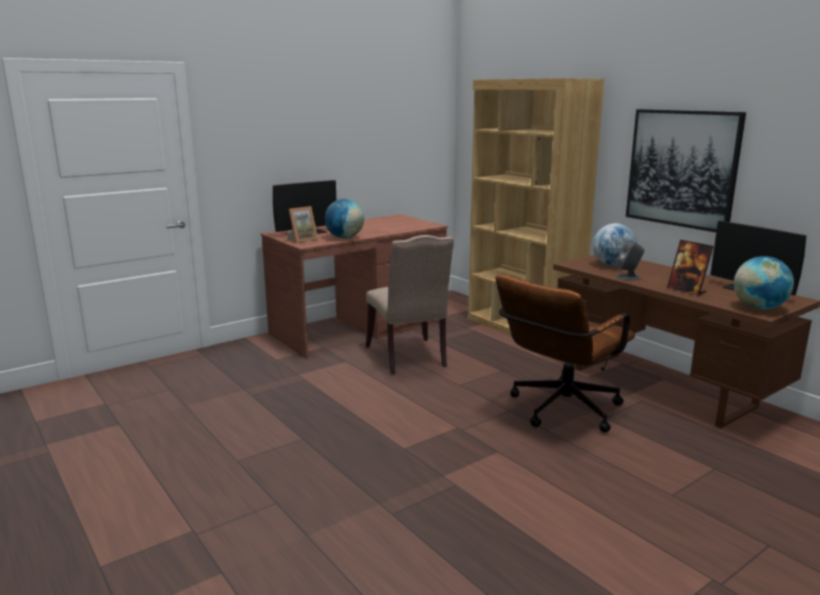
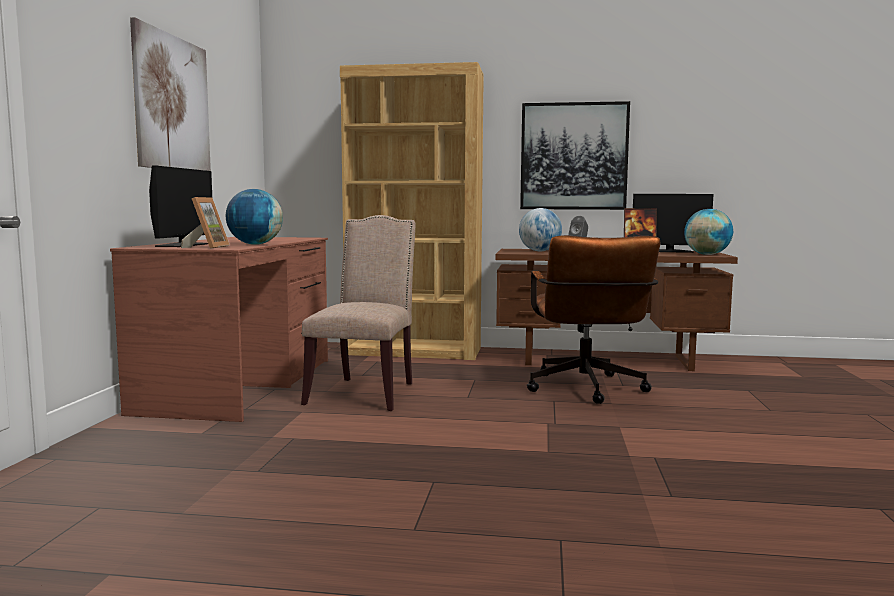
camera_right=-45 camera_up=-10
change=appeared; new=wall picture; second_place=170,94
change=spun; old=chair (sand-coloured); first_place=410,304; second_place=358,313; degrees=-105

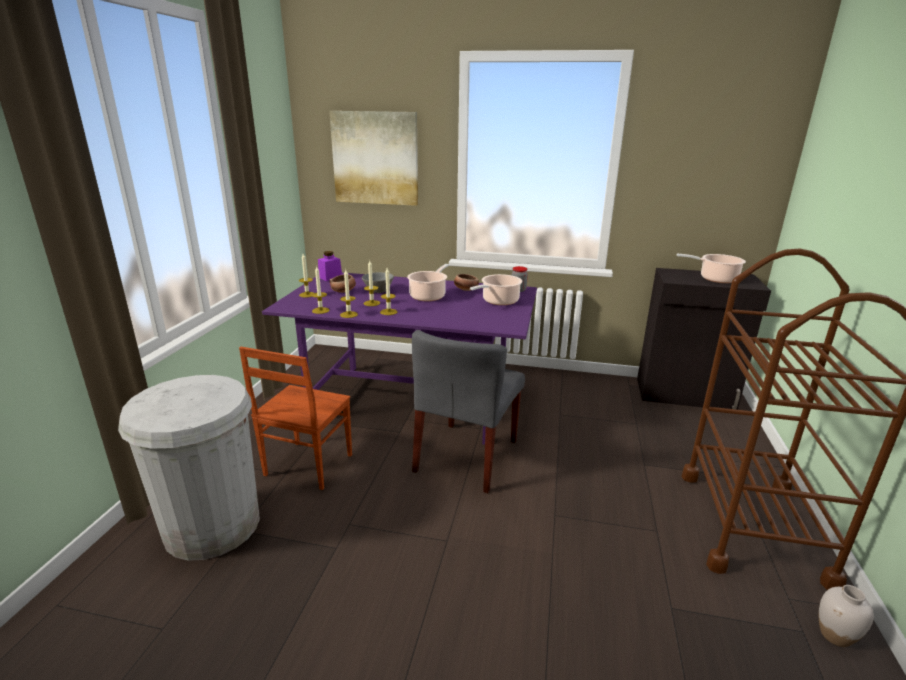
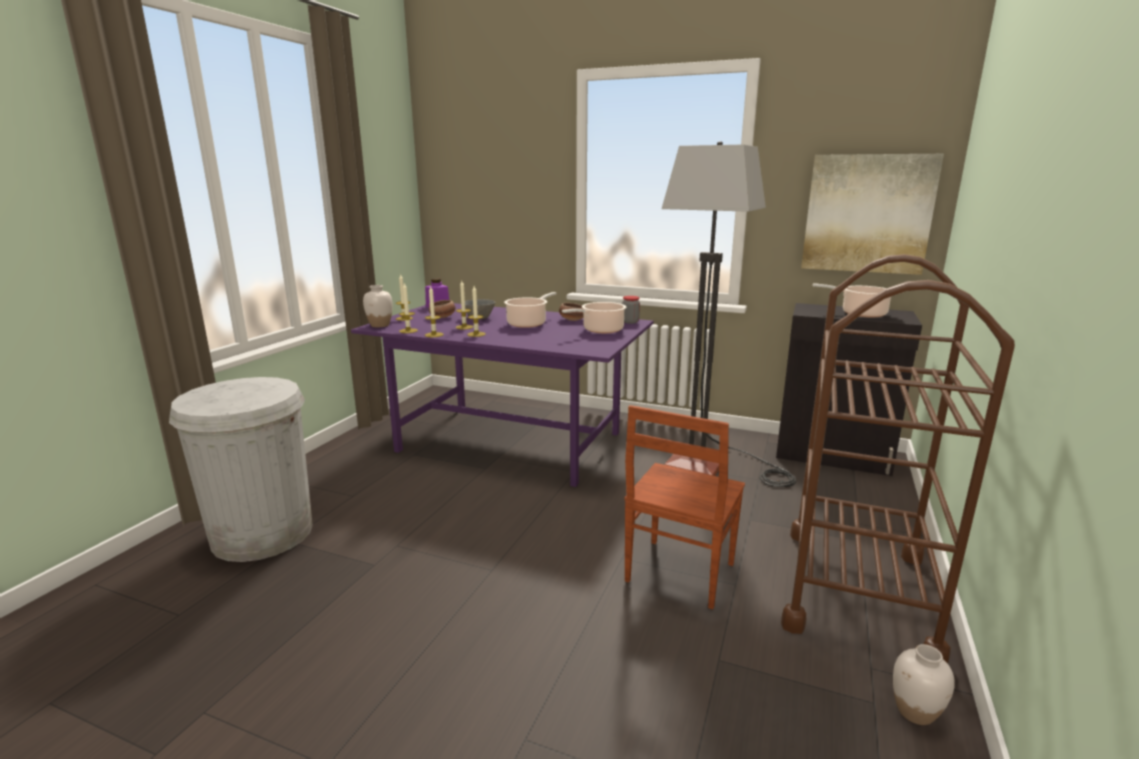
camera_right=10 camera_up=-5
change=missing; old=chair (gray); first_place=468,411
change=appeared; new=flower vase (white-coloured); second_place=378,306
change=appeared; new=standing lamp; second_place=729,314
change=relocated; old=chair (brown-coloured); first_place=295,418; second_place=684,507
change=relocated; old=wall picture; first_place=373,158; second_place=872,214

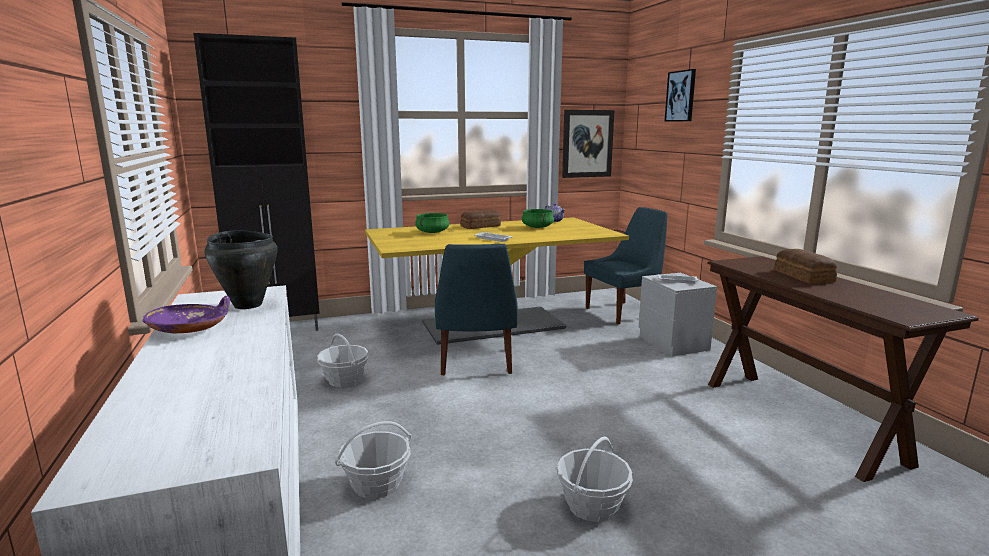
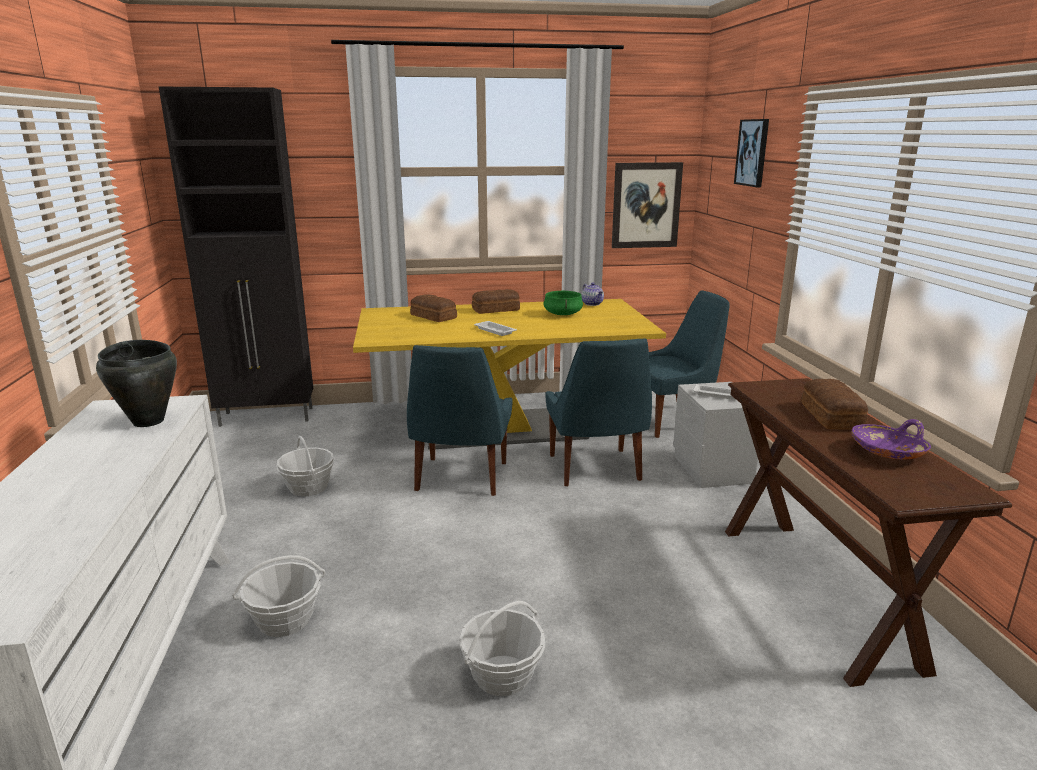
camera_right=10 camera_up=5
change=appeared; new=chair (bluish); second_place=598,412
change=relocated; old=serving bowl (purplish); first_place=186,314; second_place=891,439
change=exchanged; old=cooking pot (green-coloured); new=bakery bread; first_place=432,223; second_place=433,308

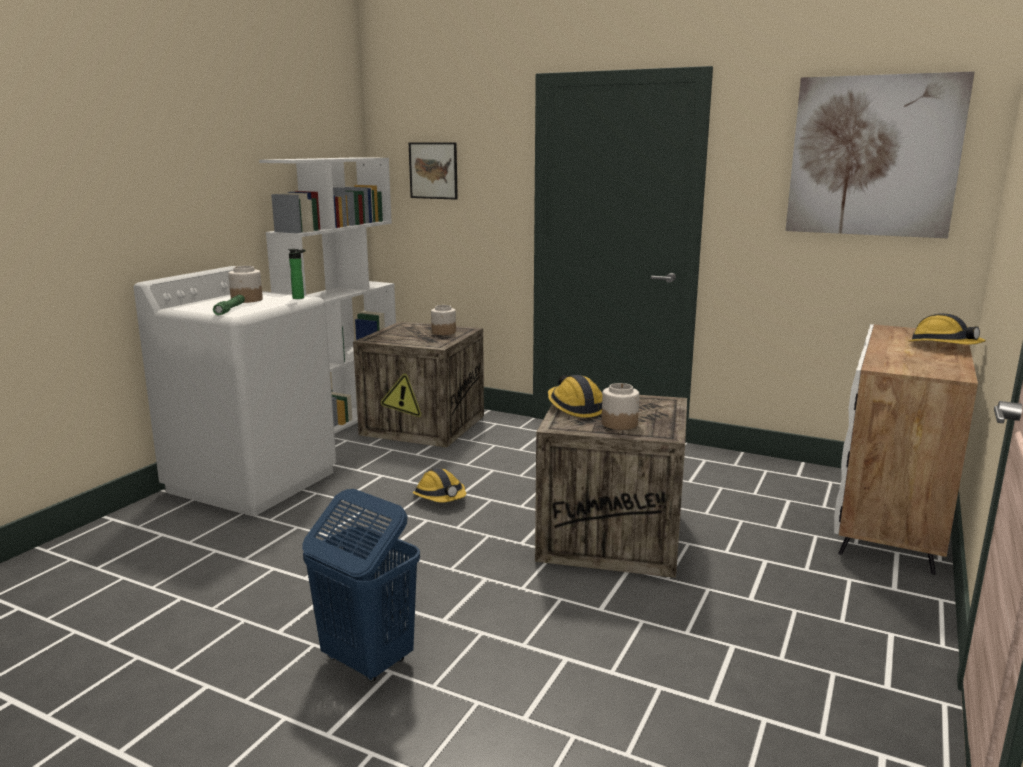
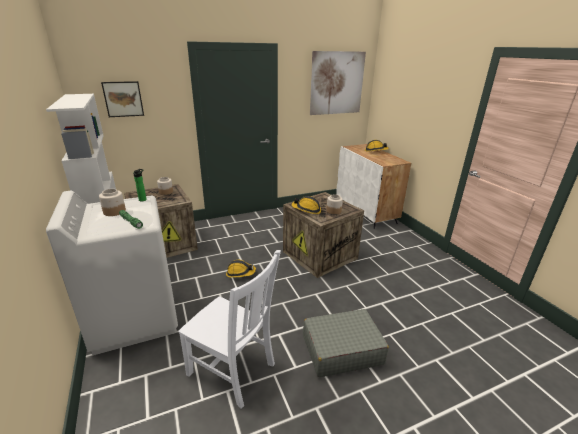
camera_right=-50 camera_up=10
change=appeared; new=chair (white-coloured); second_place=229,329
change=exchanged; old=hamper (bluish); new=piece of luggage (gray); first_place=361,585; second_place=346,343

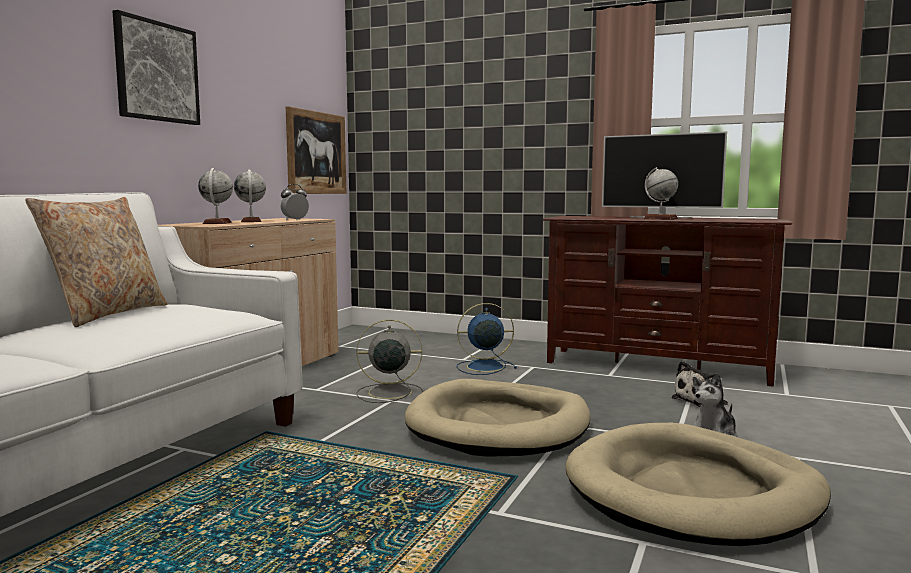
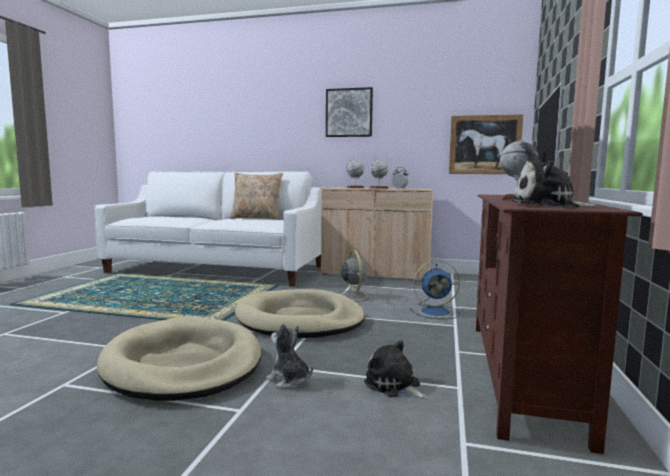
camera_right=80 camera_up=0
change=appeared; new=soft toy; second_place=554,181
change=spun; old=electric fan (bluish); first_place=487,339; second_place=435,290; degrees=105

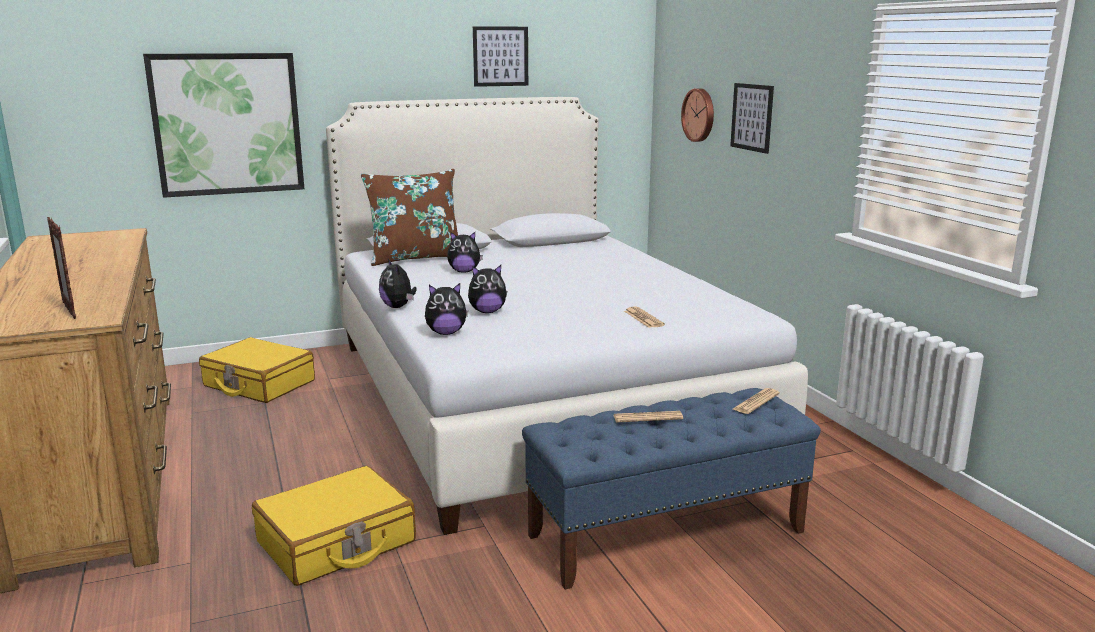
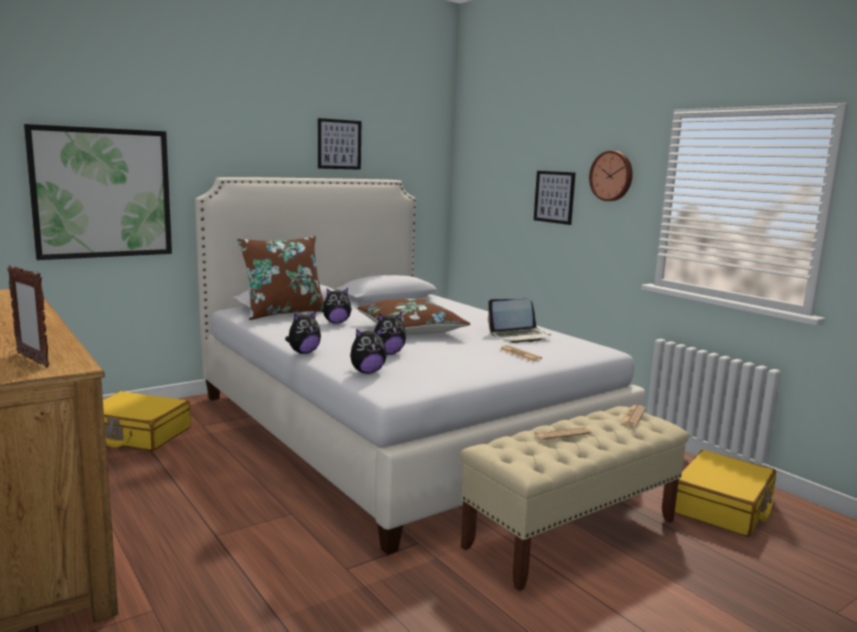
camera_right=-15 camera_up=-5
change=appeared; new=pillow (brown-coloured); second_place=414,317
change=appeared; new=notebook computer; second_place=520,321
change=relocated; old=piece of luggage (yellow); first_place=334,526; second_place=725,493
change=relocated; old=wall clock; first_place=697,115; second_place=611,176
change=colour; old=bench (bluish); new=bench (sand-coloured); first_place=671,489; second_place=574,498
change=spun; old=soft toy; first_place=398,283; second_place=303,332; degrees=-90

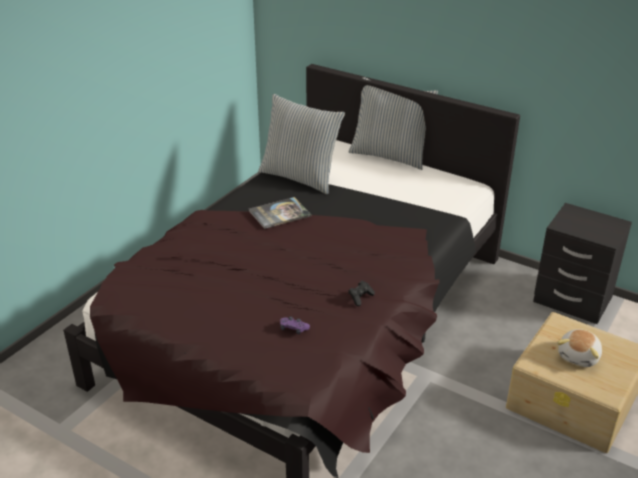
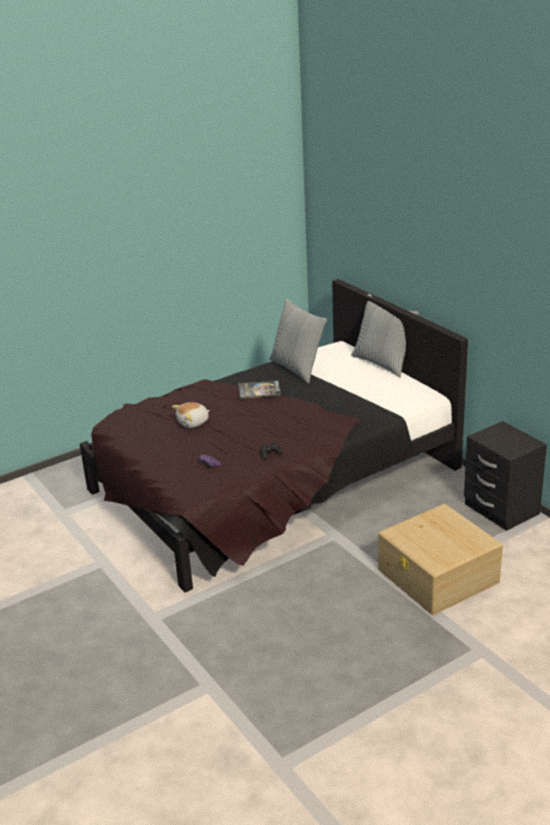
camera_right=25 camera_up=-5
change=relocated; old=soft toy; first_place=579,348; second_place=191,415

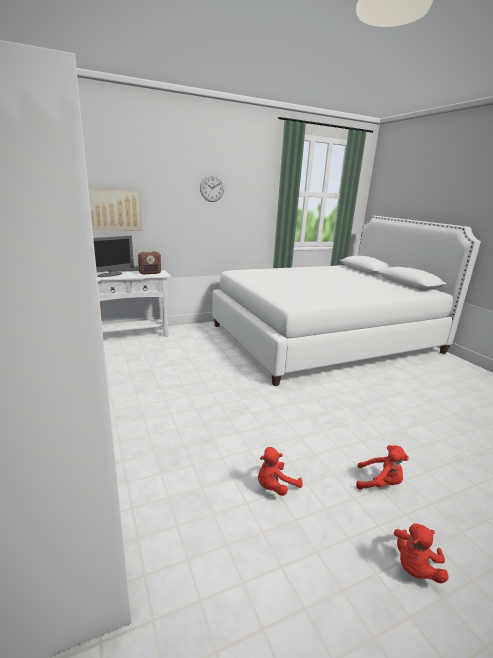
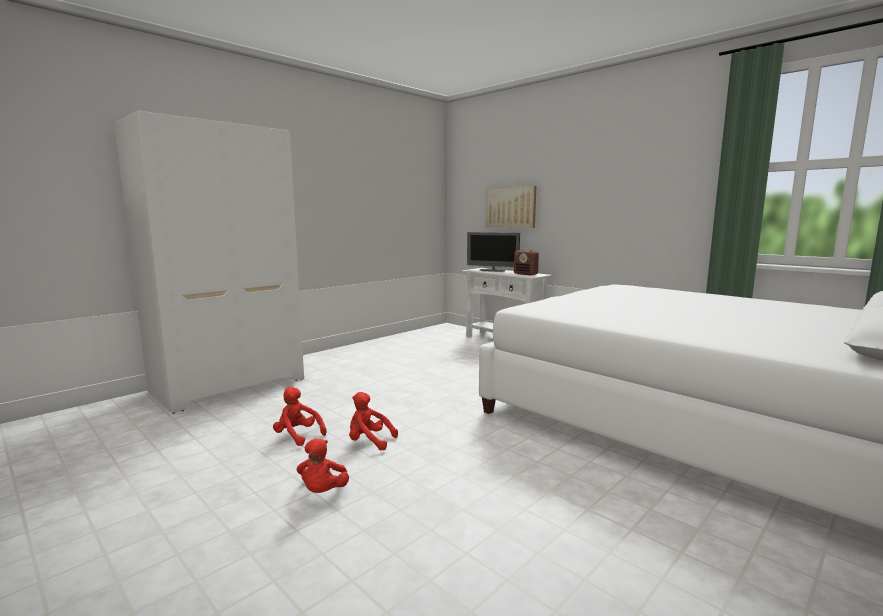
camera_right=70 camera_up=-10
change=missing; old=wall clock; first_place=212,188
change=relocated; old=soft toy (reddish); first_place=421,553; second_place=373,421

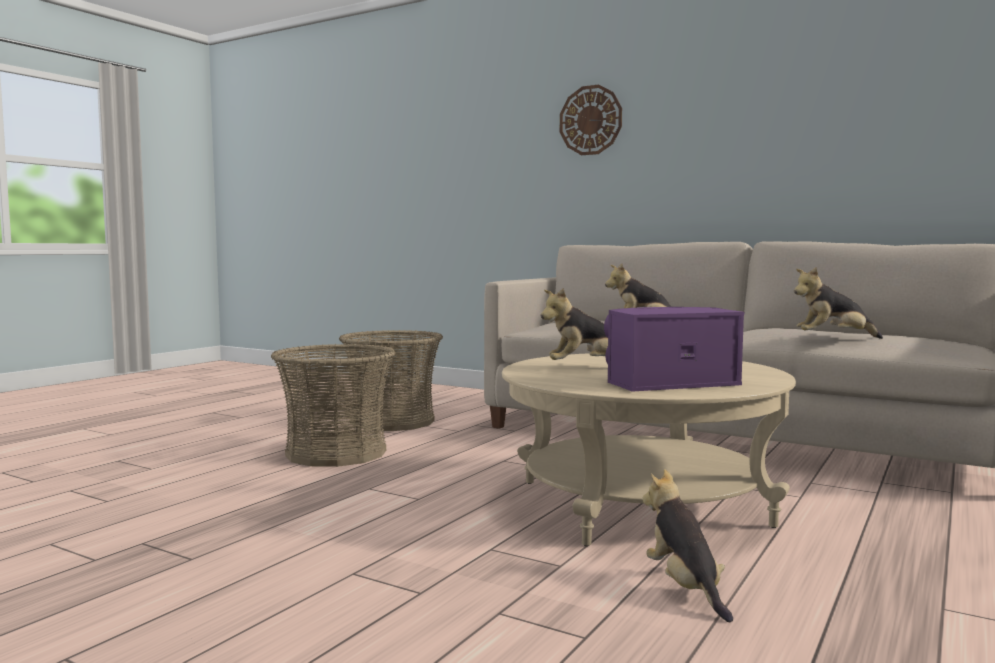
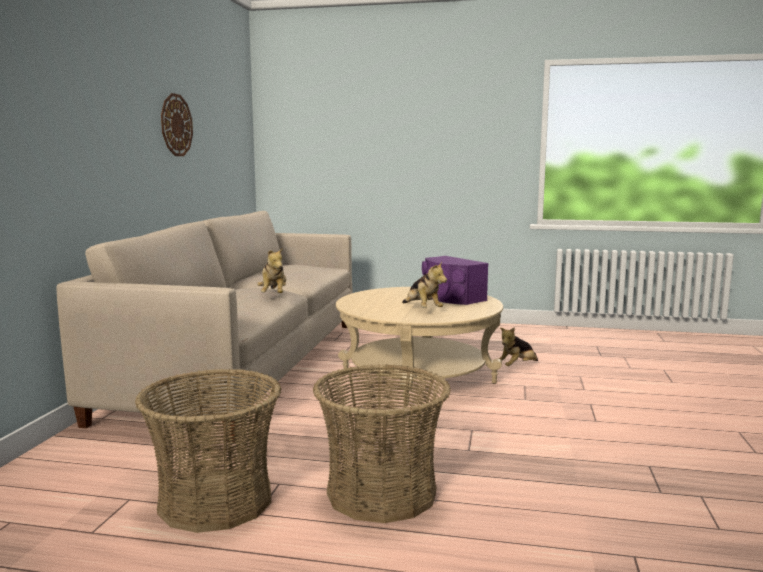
camera_right=-110 camera_up=5
change=missing; old=soft toy; first_place=838,303
change=relocated; old=wall clock; first_place=591,120; second_place=177,124

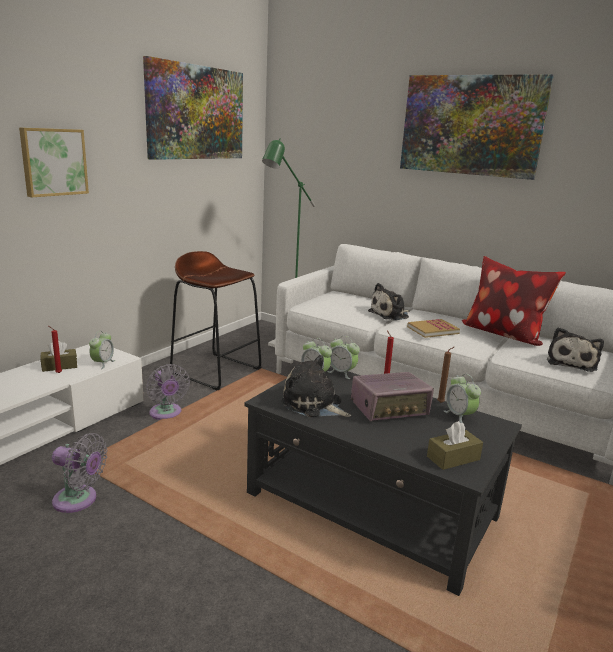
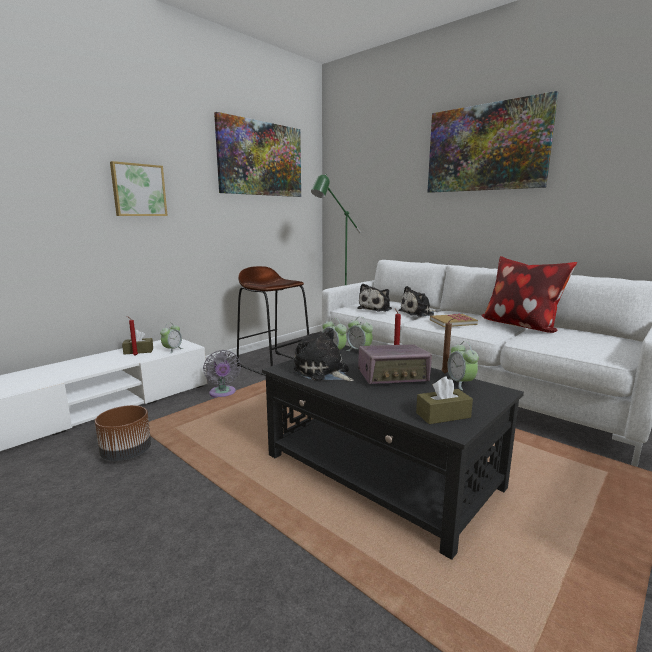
camera_right=10 camera_up=-5
change=relocated; old=soft toy; first_place=575,349; second_place=374,298
change=exchanged; old=electric fan (gray); new=planter (brown-coloured); first_place=79,473; second_place=123,433

